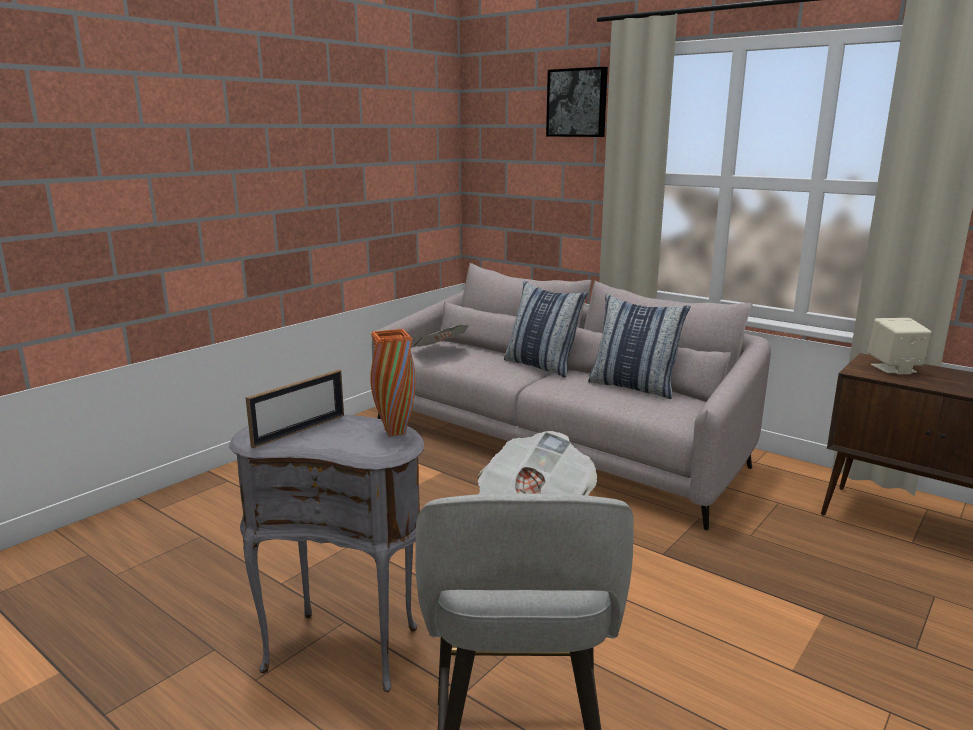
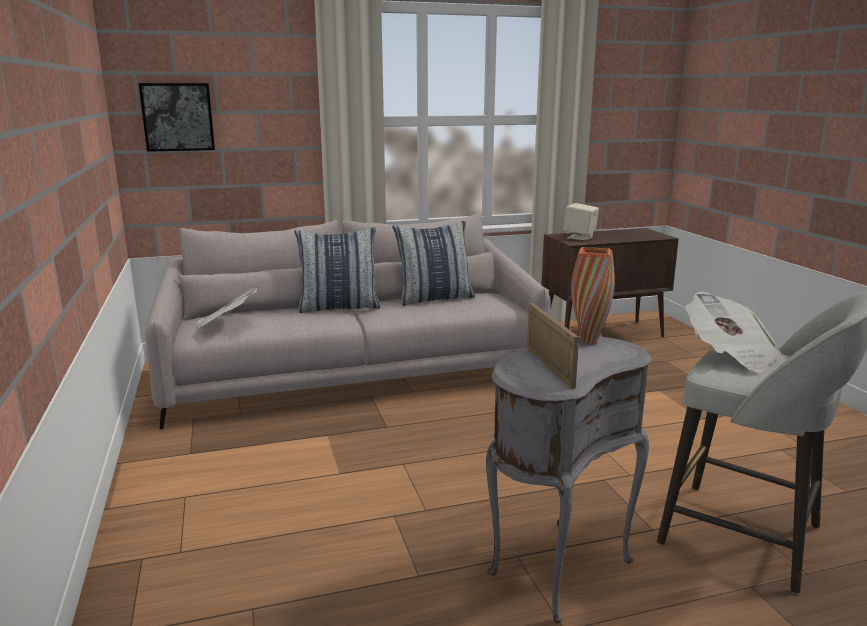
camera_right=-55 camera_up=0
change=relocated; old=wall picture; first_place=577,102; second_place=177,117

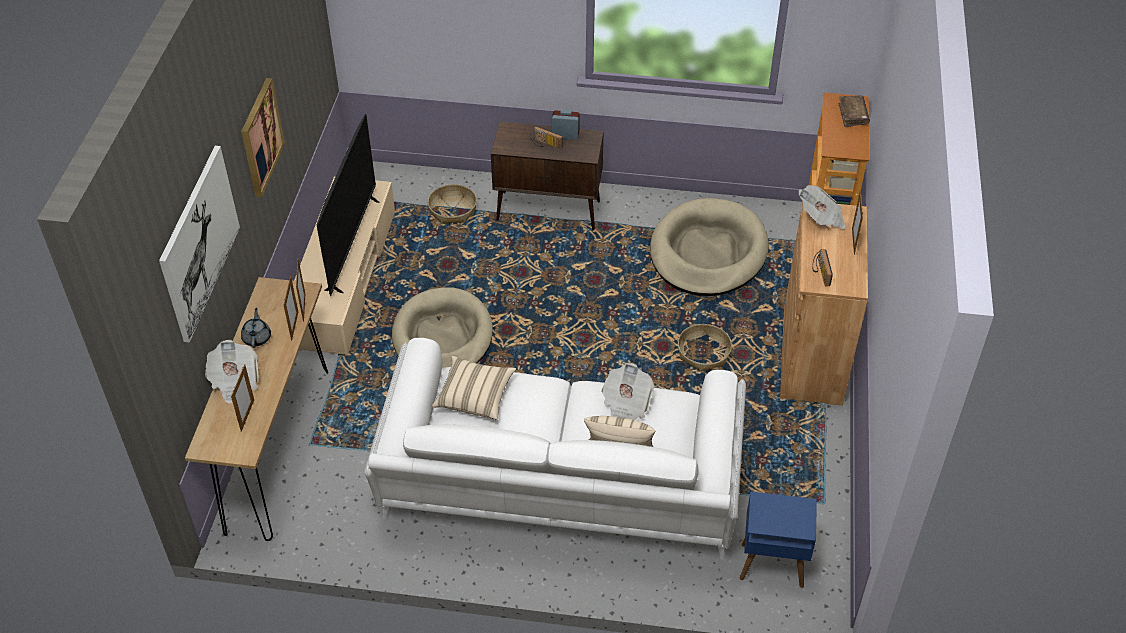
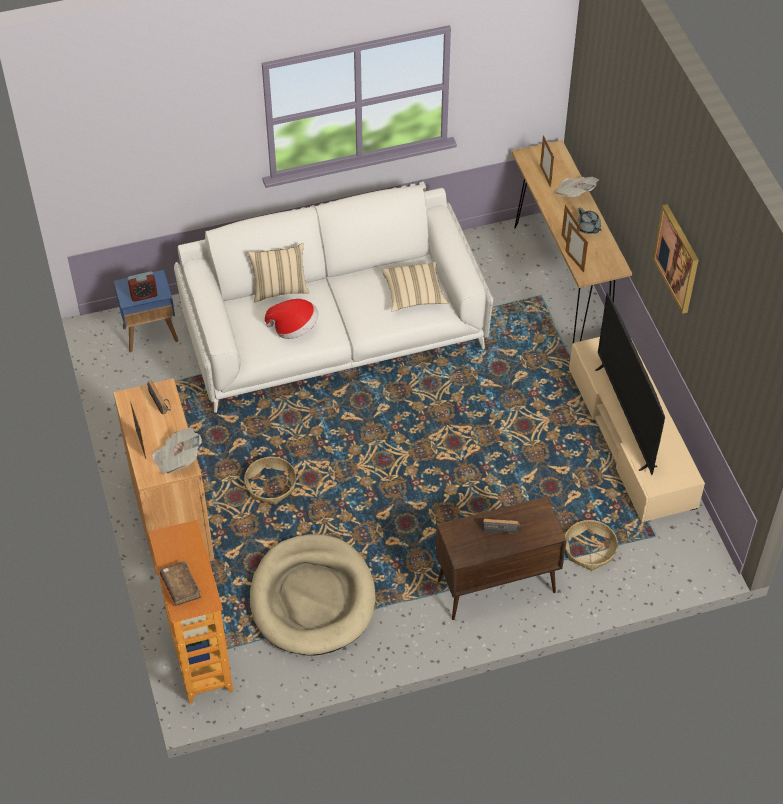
camera_right=155 camera_up=5
change=missing; old=wall picture; first_place=199,244
change=missing; old=dog cushion (sand-coloured); first_place=442,327
change=relocated; old=alarm clock; first_place=566,125; second_place=142,286
change=exchanged; old=printed paper; new=clothing hat; first_place=628,391; second_place=291,319

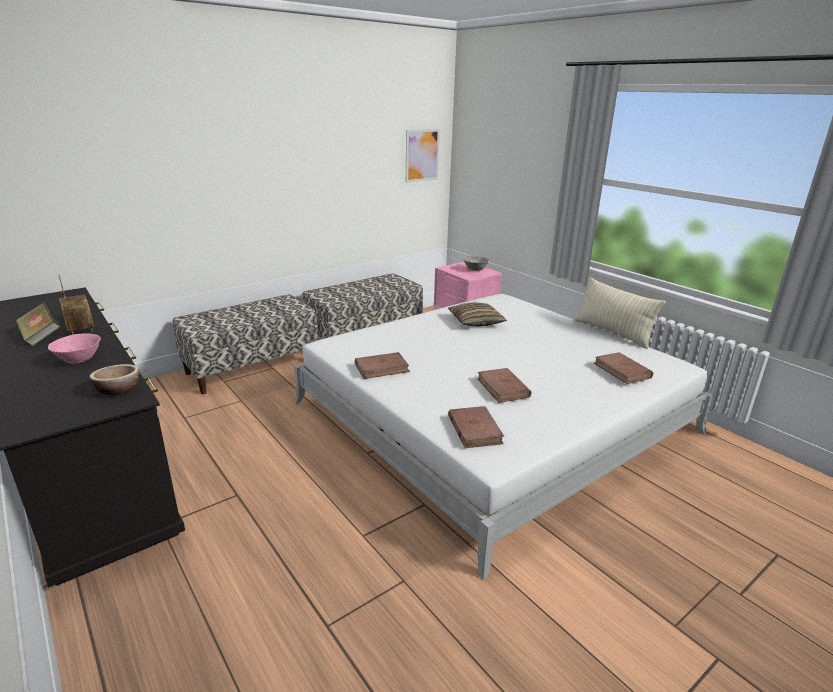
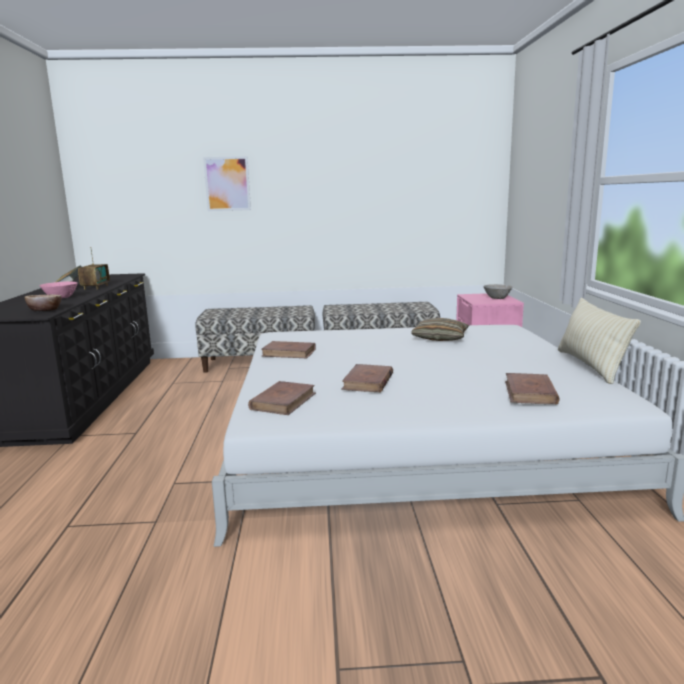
camera_right=35 camera_up=-10
change=relocated; old=wall picture; first_place=423,155; second_place=227,183

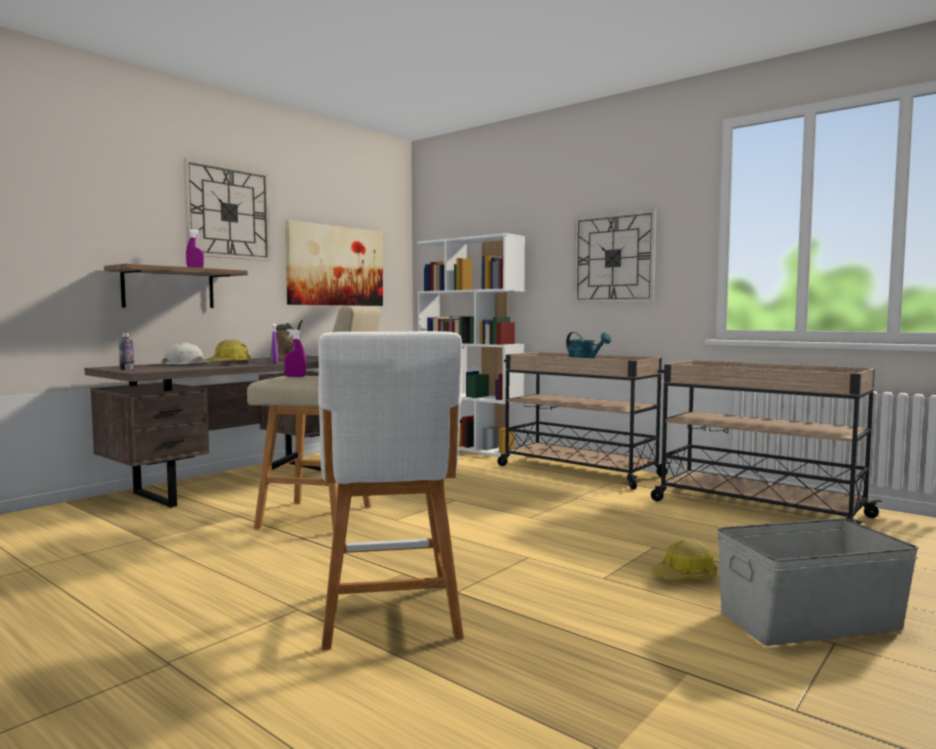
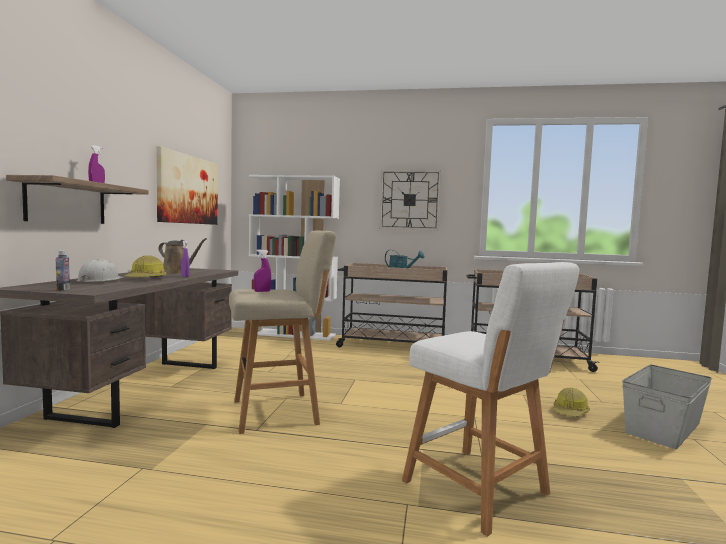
camera_right=-30 camera_up=0
change=missing; old=wall clock; first_place=227,209

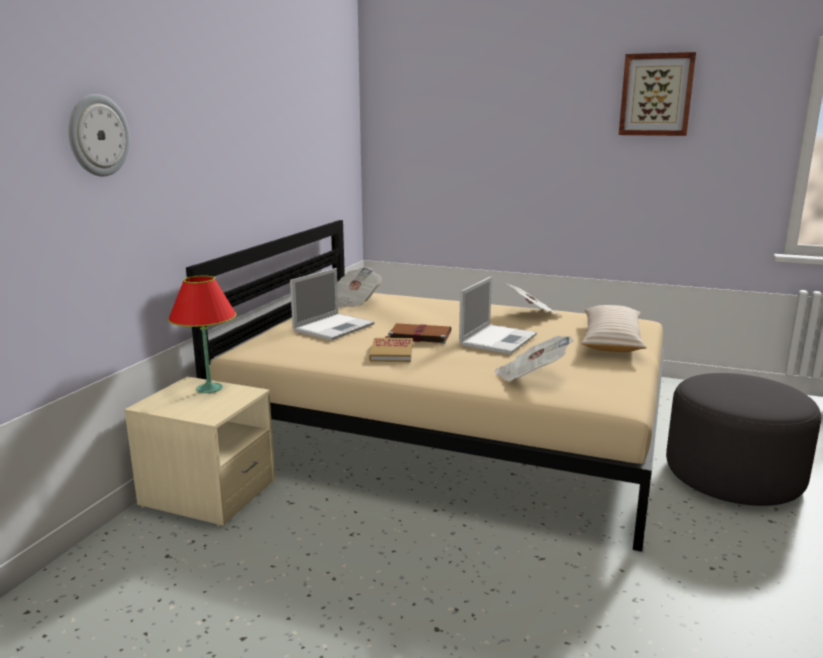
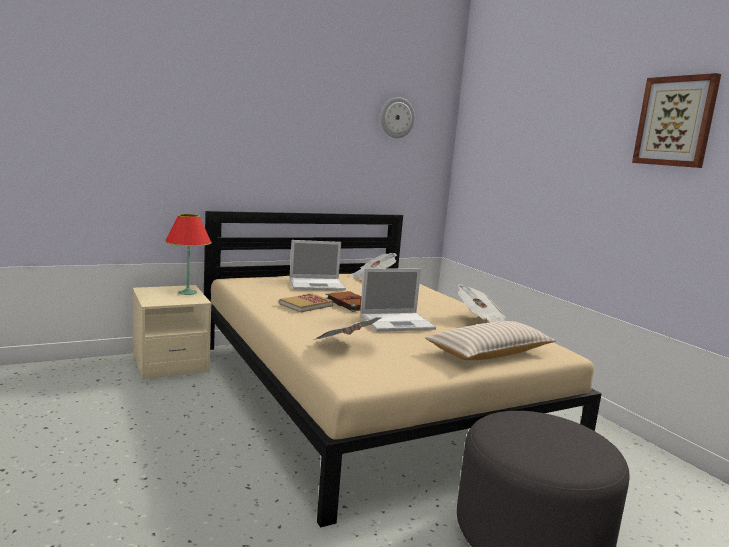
camera_right=40 camera_up=-5
change=relocated; old=wall clock; first_place=99,135; second_place=398,117

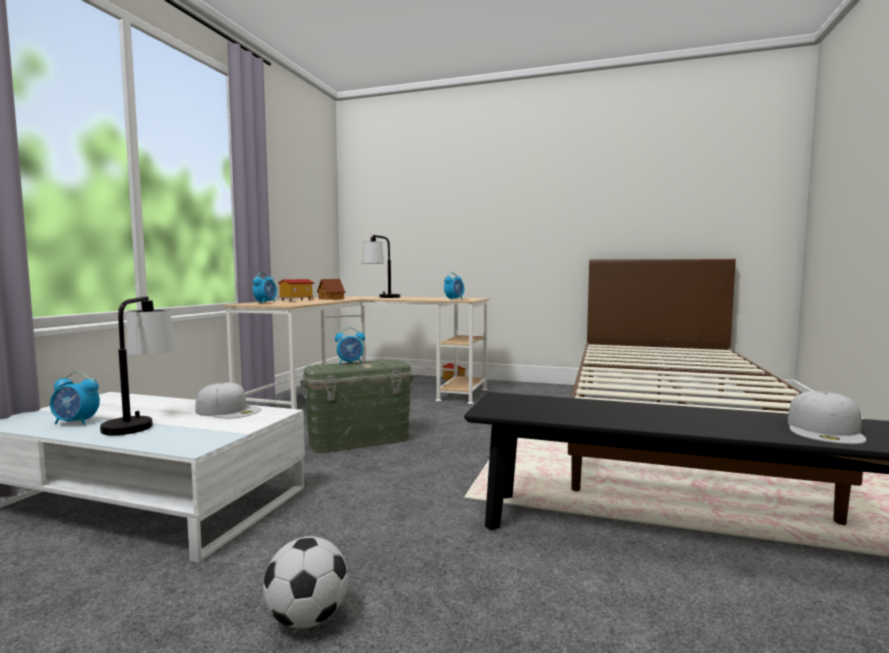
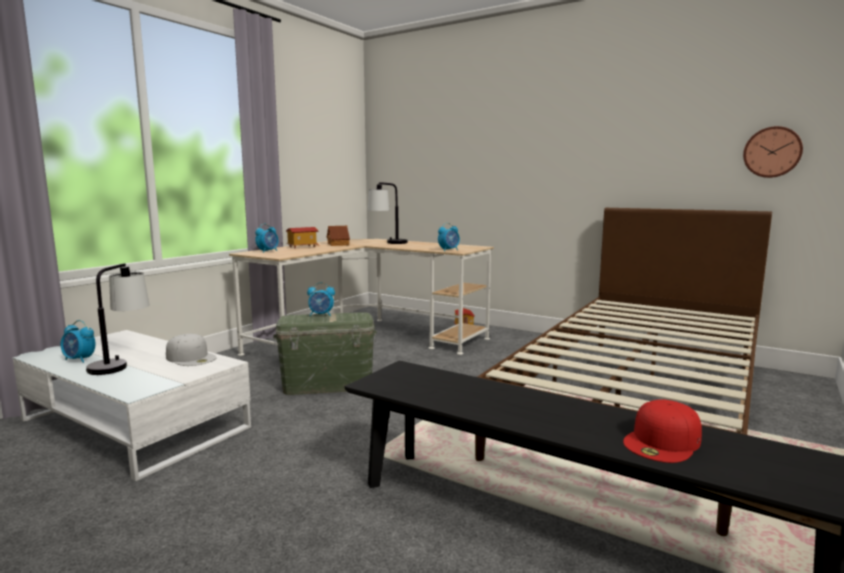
camera_right=15 camera_up=5
change=missing; old=ball for football; first_place=305,582
change=appeared; new=wall clock; second_place=773,152
change=colour; old=baseball cap (white-coloured); new=baseball cap (reddish); first_place=827,417; second_place=662,431

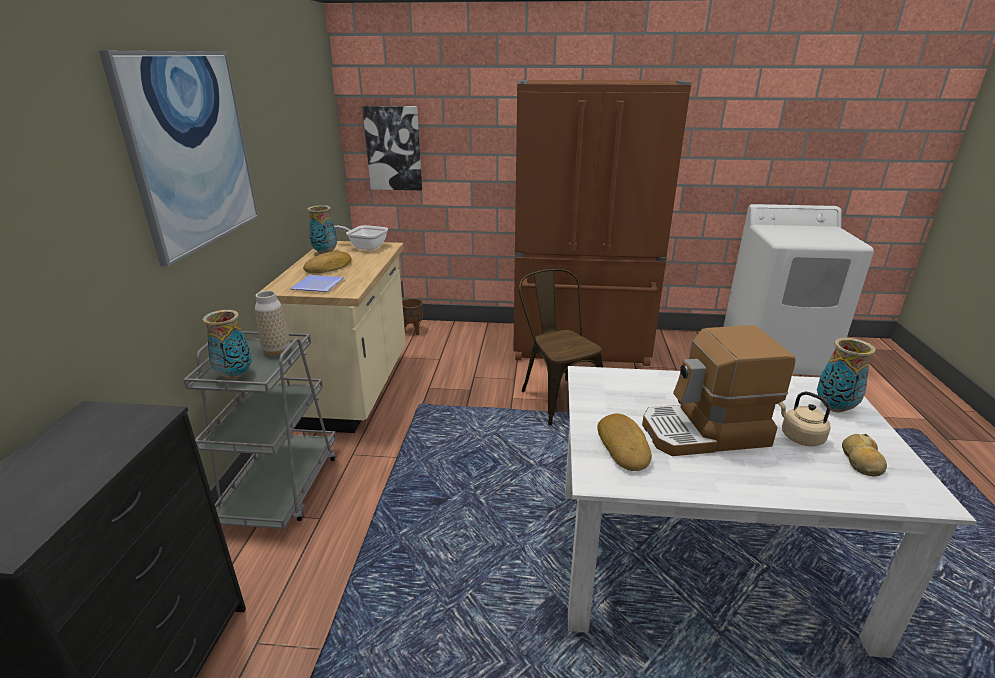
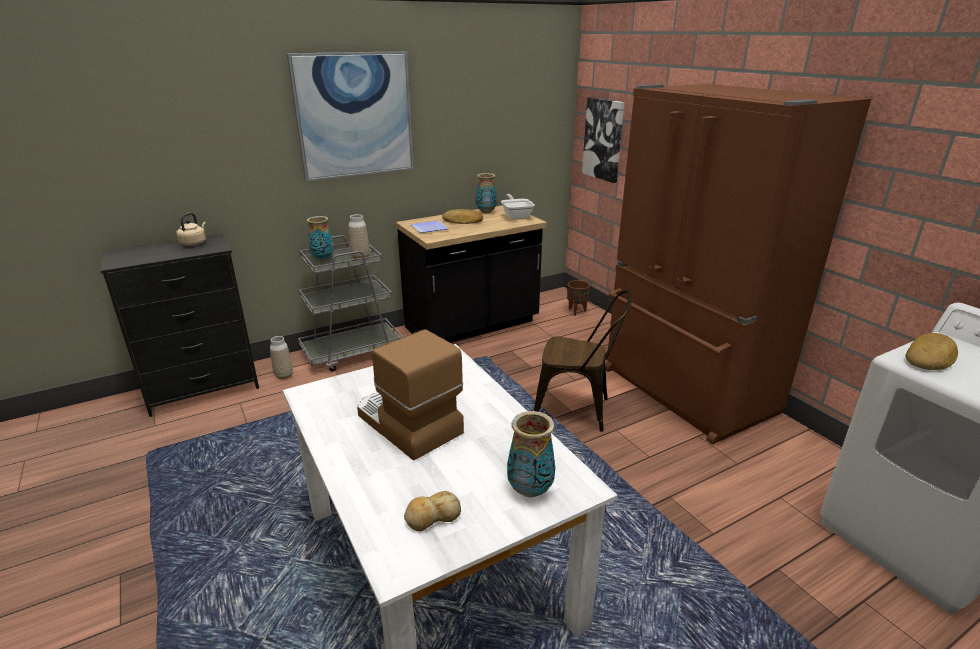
camera_right=55 camera_up=0
change=appeared; new=flower vase; second_place=281,357
change=relocated; old=bakery bread; first_place=624,442; second_place=932,351
change=relocated; old=kettle (sand-coloured); first_place=804,419; second_place=191,229
change=colour; old=kitchen base unit (sand-coloured); new=kitchen base unit (black-coloured); first_place=332,337; second_place=471,274
change=spun; old=chair (brown-coloured); first_place=561,346; second_place=583,361; degrees=75

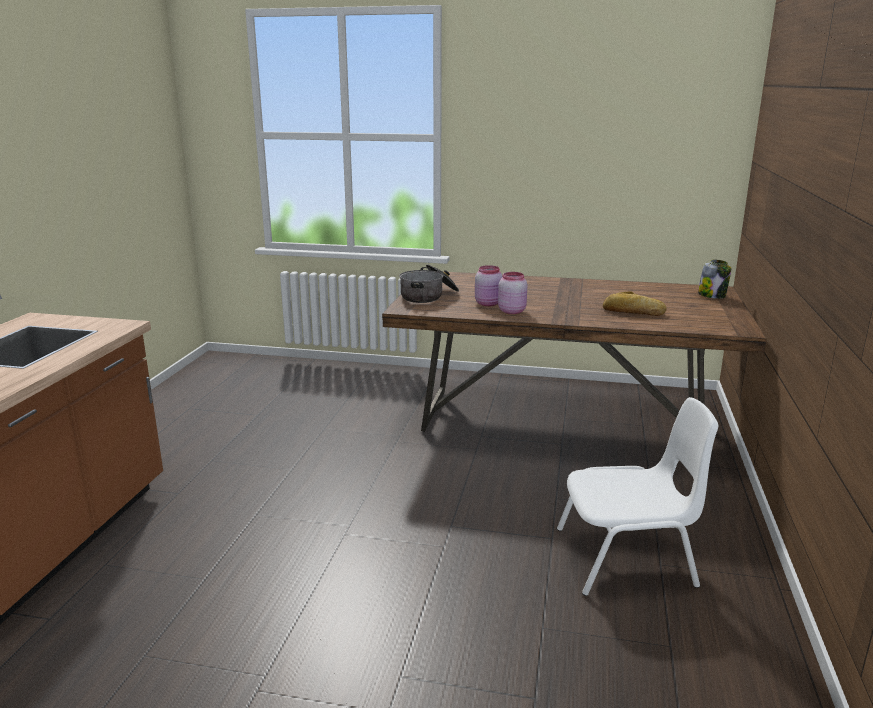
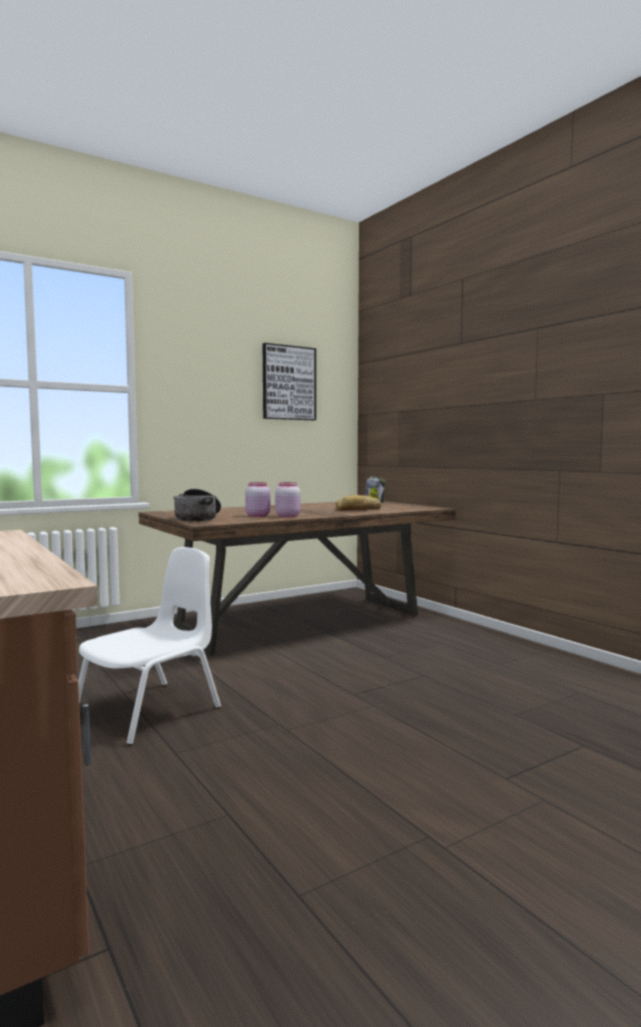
camera_right=-45 camera_up=-15
change=appeared; new=wall picture; second_place=289,381
change=relocated; old=chair (white-coloured); first_place=637,496; second_place=149,646

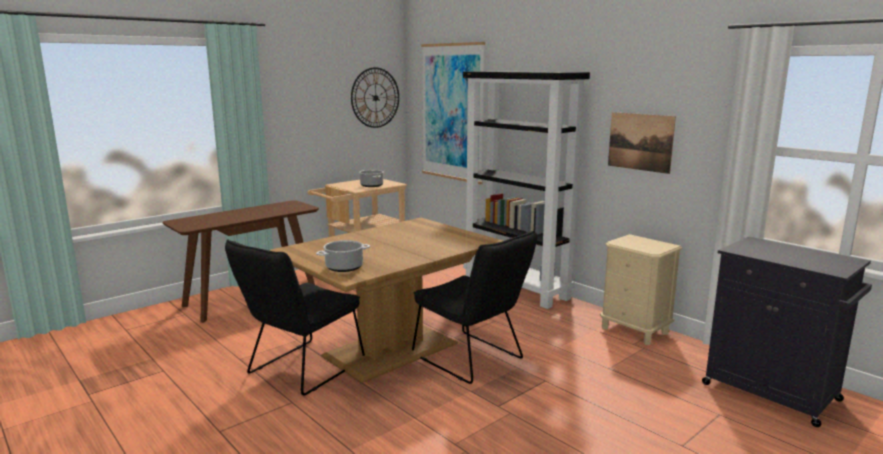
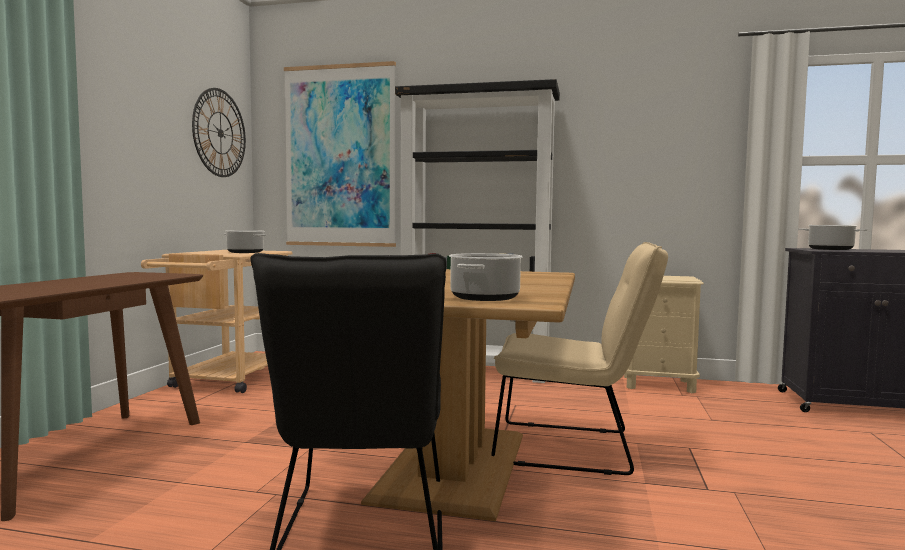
camera_right=-35 camera_up=-10
change=missing; old=wall picture; first_place=642,143
change=appeared; new=cooking pot; second_place=833,237
change=colour; old=chair (black-coloured); new=chair (sand-coloured); first_place=474,307; second_place=579,358

